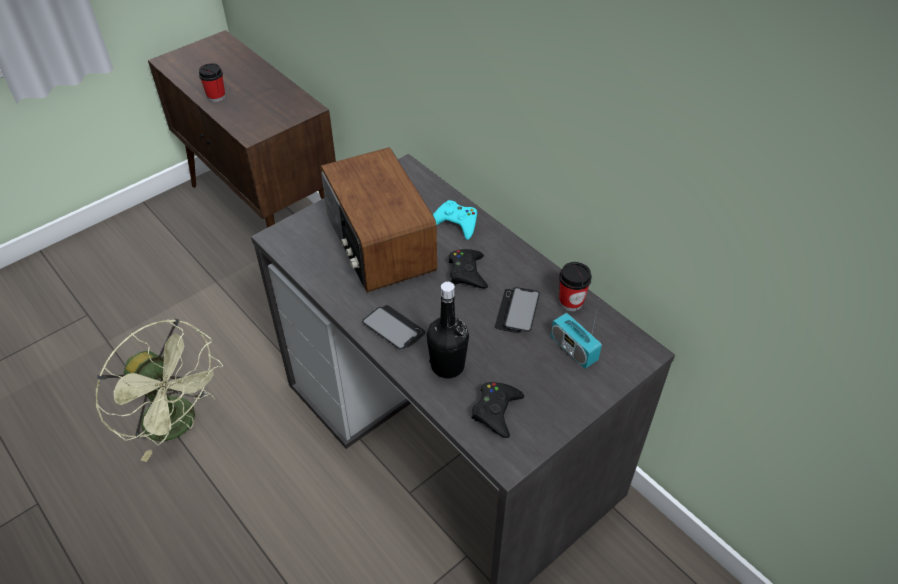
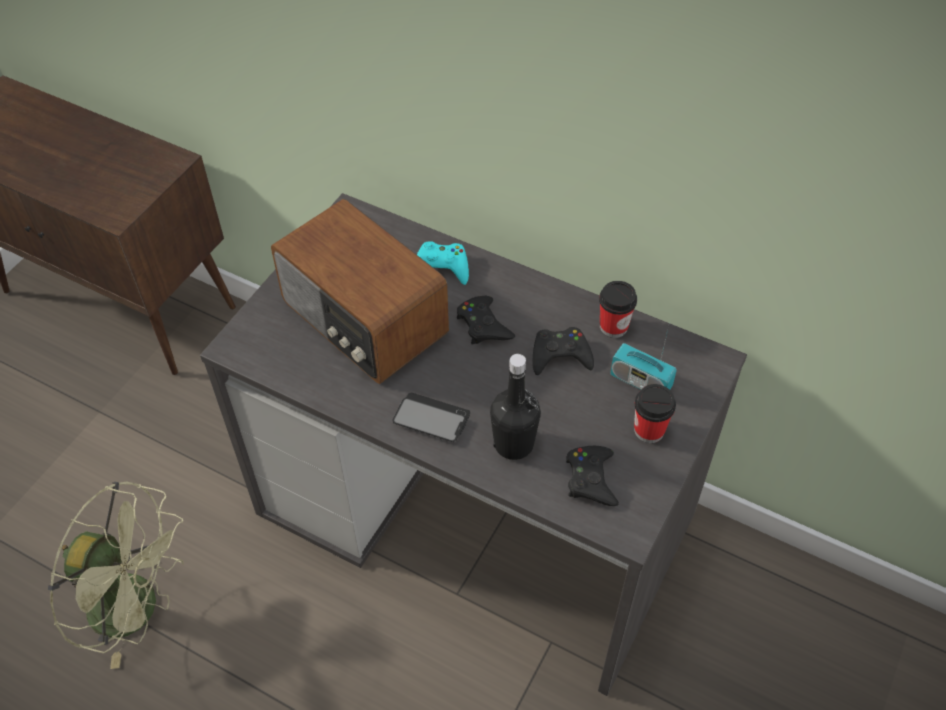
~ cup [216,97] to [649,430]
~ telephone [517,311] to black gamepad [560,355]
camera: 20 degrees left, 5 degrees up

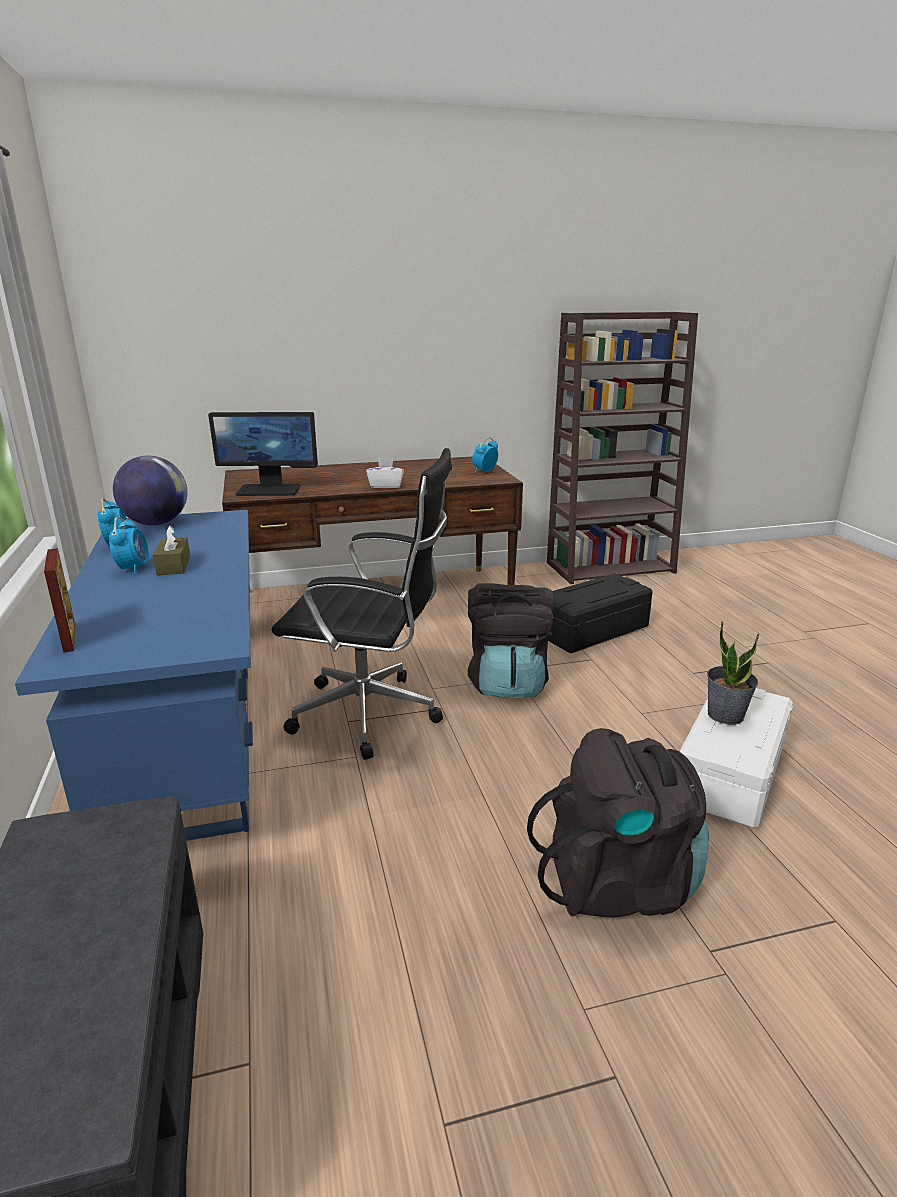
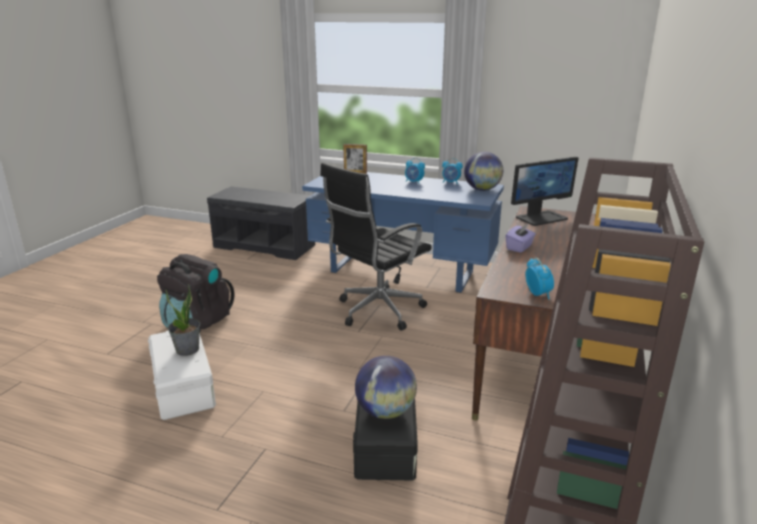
~ monitor [269,490] = [541,218] 150 degrees counterclockwise
~ white tissue box [386,486] to purple tissue box [519,247]
- brown tissue box [173,565]
- black backpack [508,682]
+ world globe [385,412]
camera: 125 degrees right, 0 degrees up

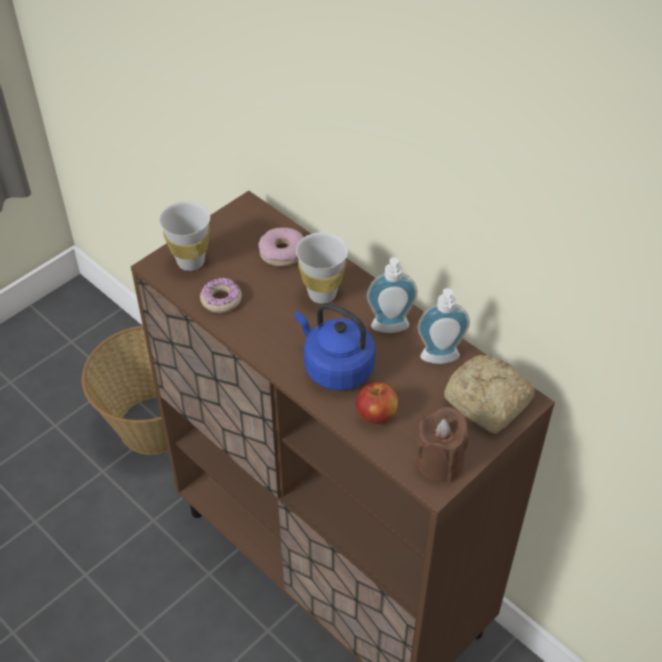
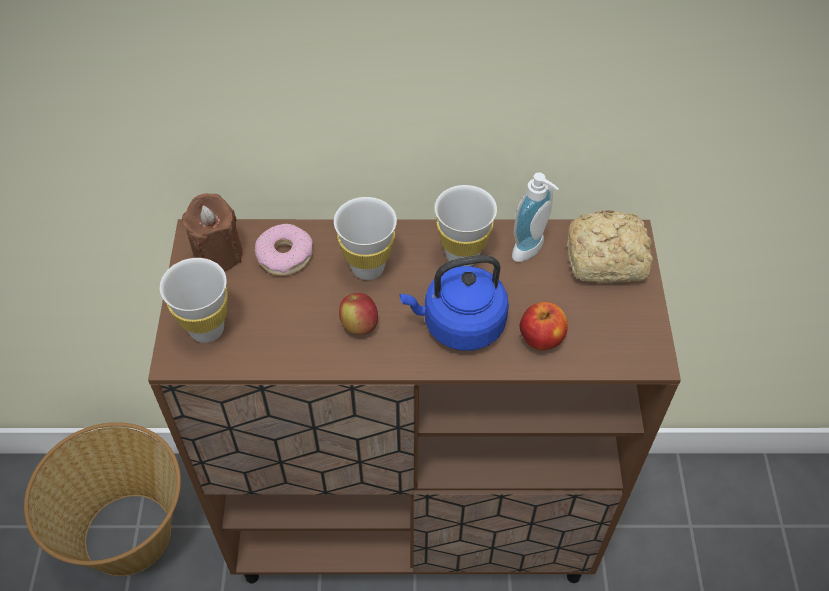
~ soap bottle [390,329] to white cup [462,255]
- donut [221,300]
~ brown candle [439,462] to [218,254]
+ apple [359,325]
camera: 45 degrees left, 5 degrees up

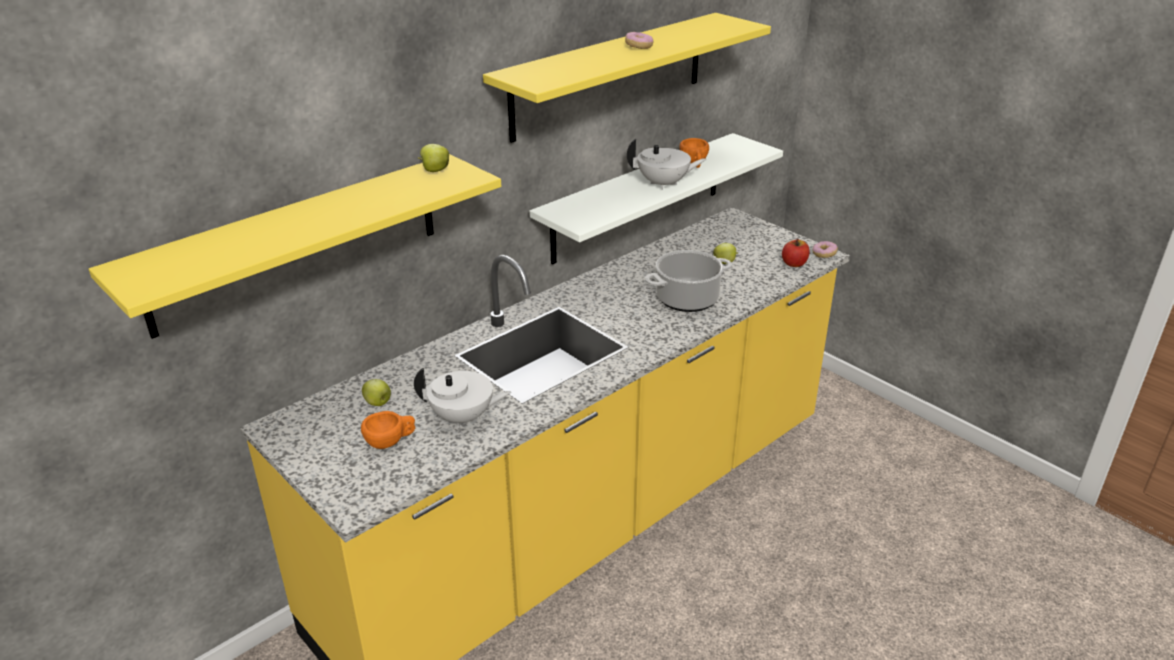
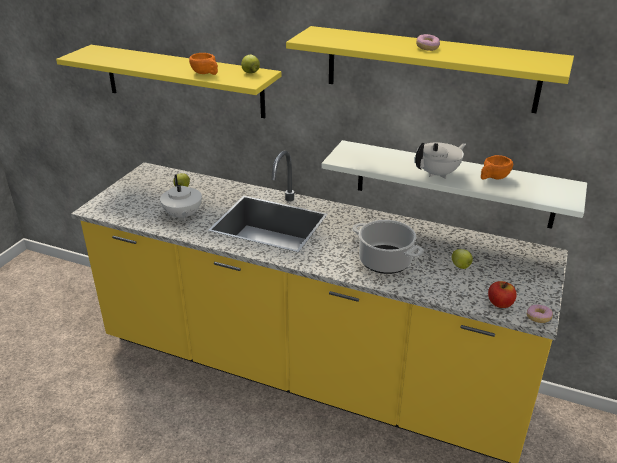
~ white pot for tea [664,184] = [438,174] 105 degrees counterclockwise
~ orange-coloured cup [390,441] to [206,74]
camera: 65 degrees right, 0 degrees up

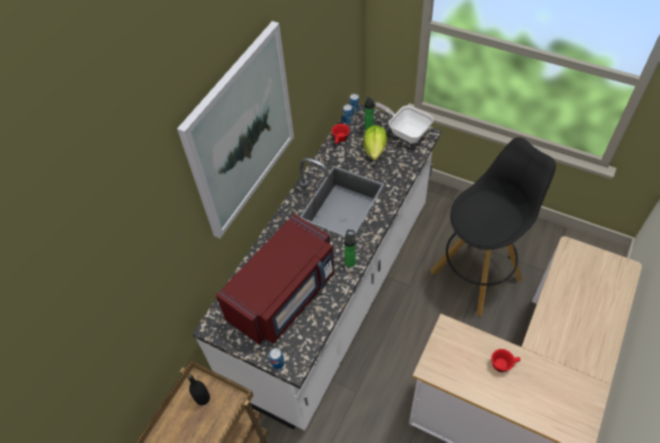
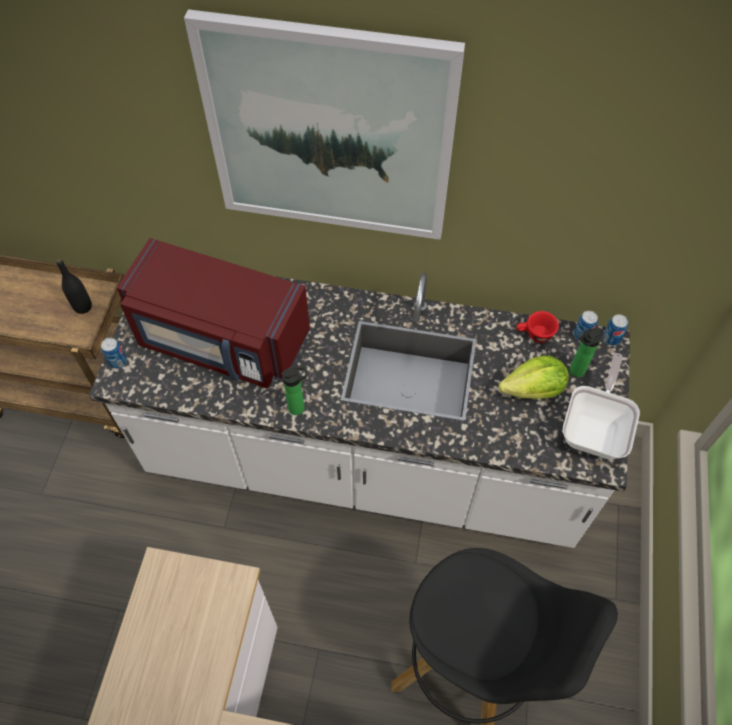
- reddish cup [503,364]
camera: 70 degrees right, 5 degrees up

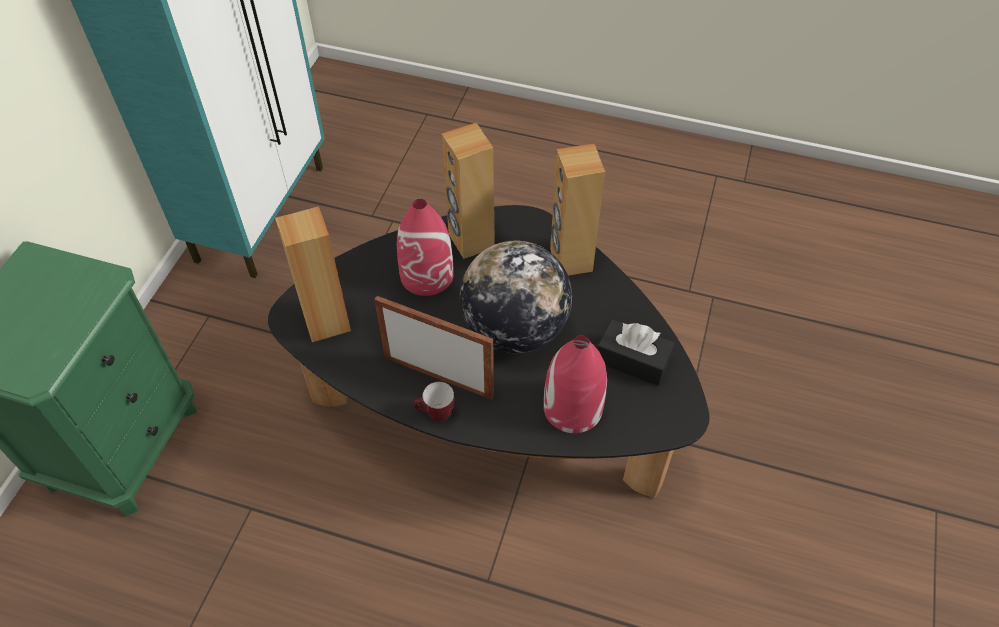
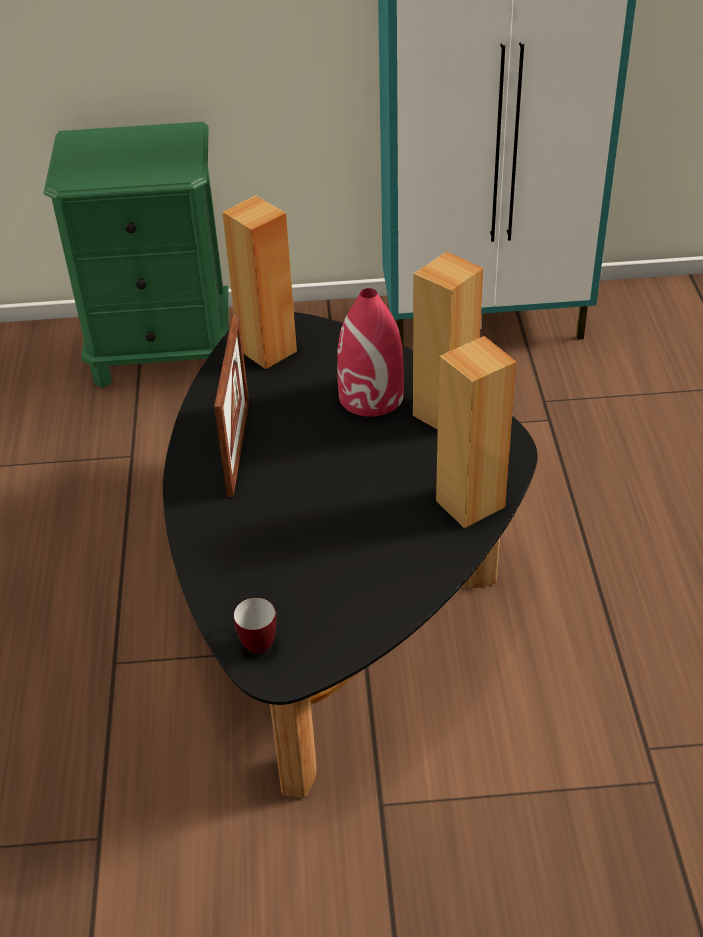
- world globe [514,330]
- black tissue box [632,360]
- reddish flower vase [572,408]
~ coffee mug [435,415] to [256,642]
camera: 70 degrees right, 10 degrees down

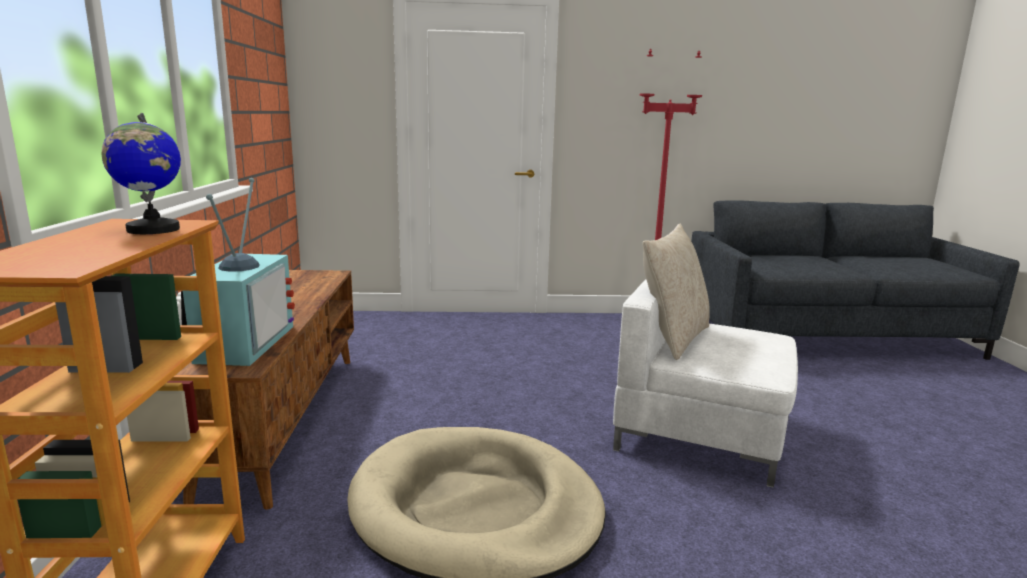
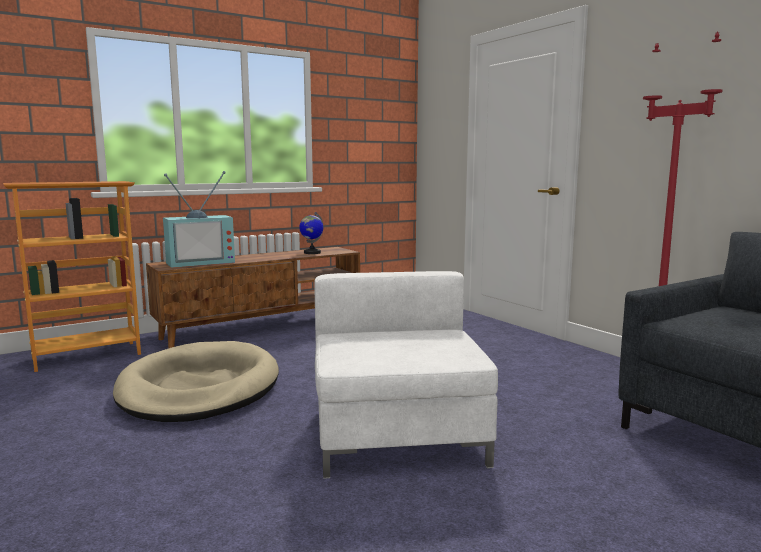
~ world globe [152,230] to [312,253]
- sand-coloured pillow [673,339]
camera: 60 degrees right, 5 degrees down

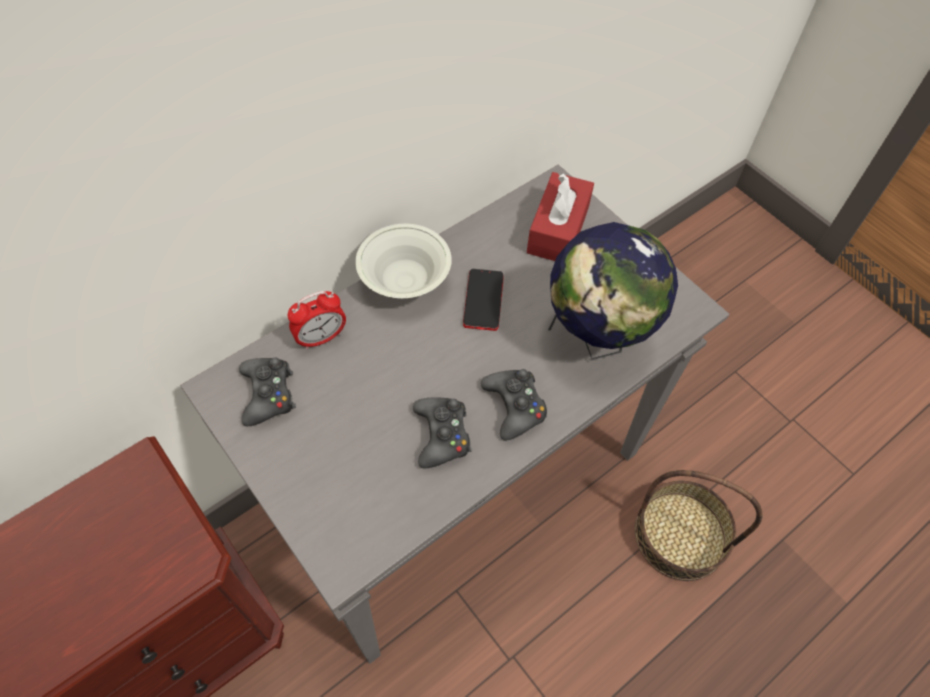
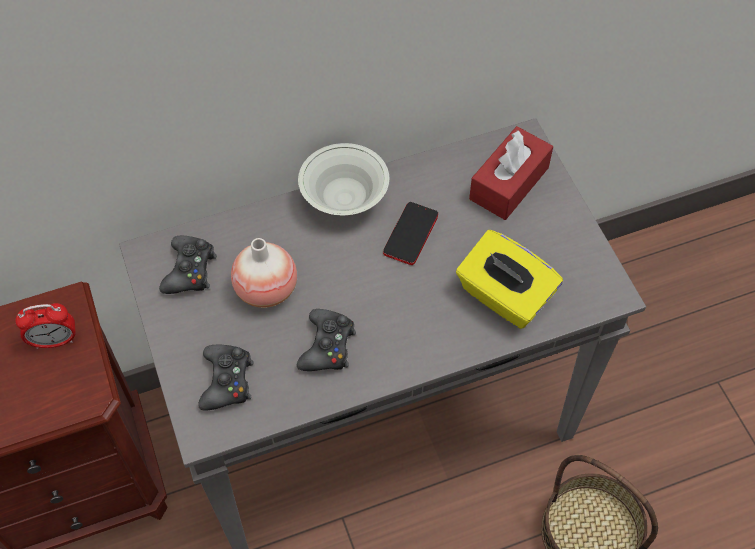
~ world globe [596,338] to yellow tissue box [504,296]
~ alarm clock [321,338] to [55,341]
~ black gamepad [514,406] to [227,381]
+ flower vase [266,289]
camera: 20 degrees right, 0 degrees up

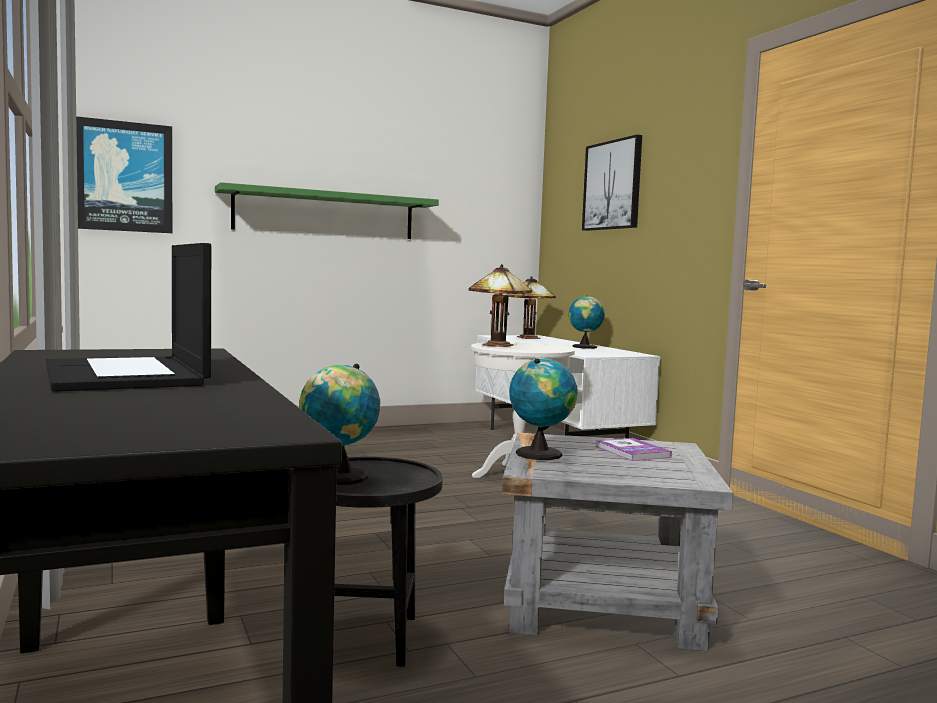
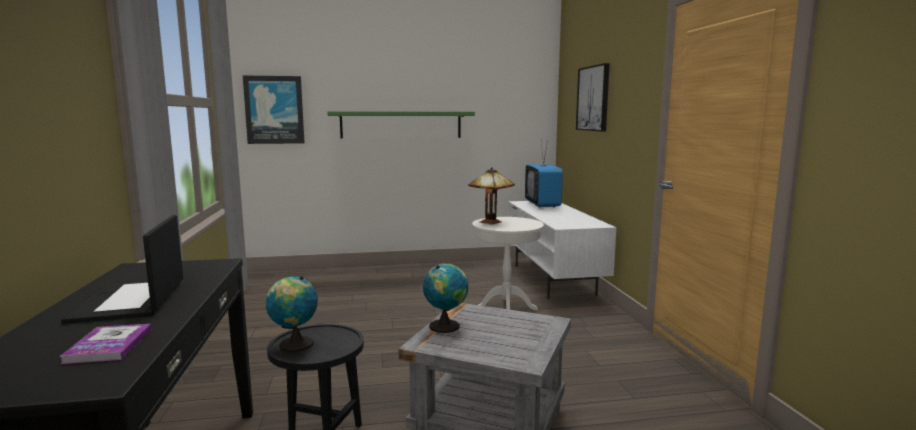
~ tabletop lamp [530,338] to TV [542,204]
- world globe [585,347]
~ volume [632,452] to [109,345]
camera: 15 degrees right, 5 degrees up

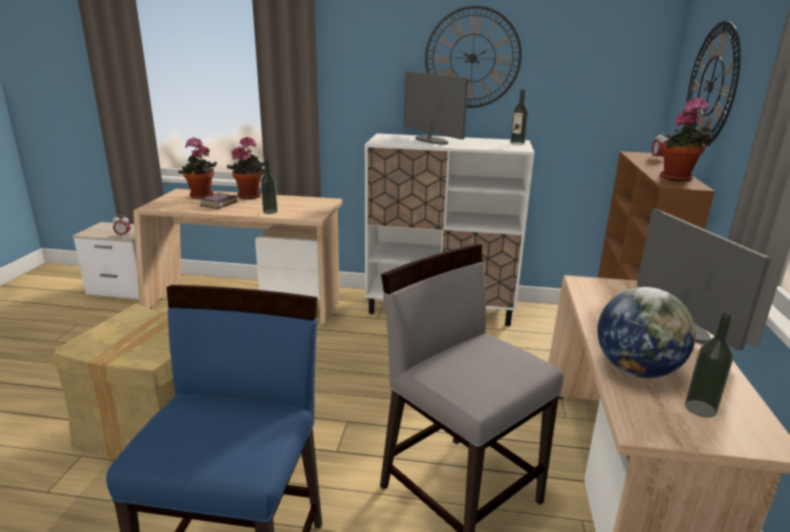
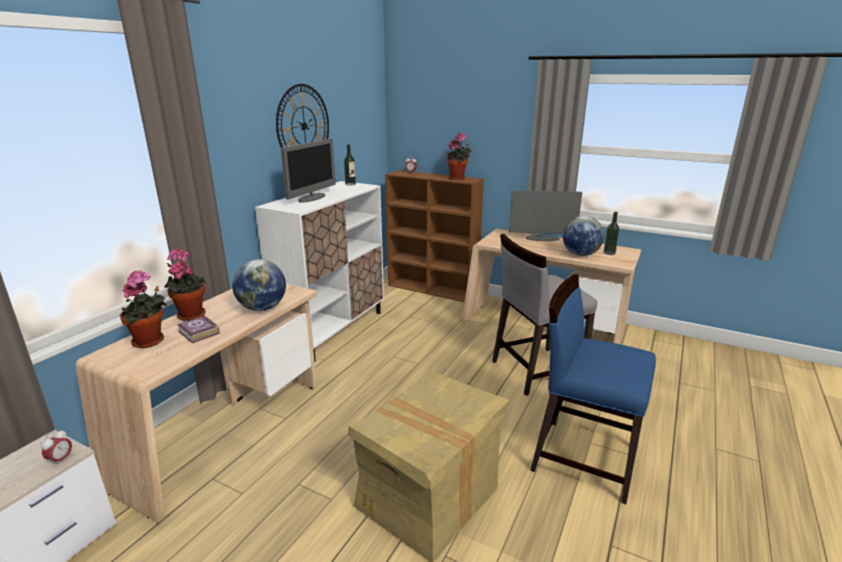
- clock on the wall [711,86]
~ monitor [431,140] = [312,198] 135 degrees clockwise
~ beverage bottle [270,211] to world globe [262,308]
camera: 70 degrees left, 0 degrees up

